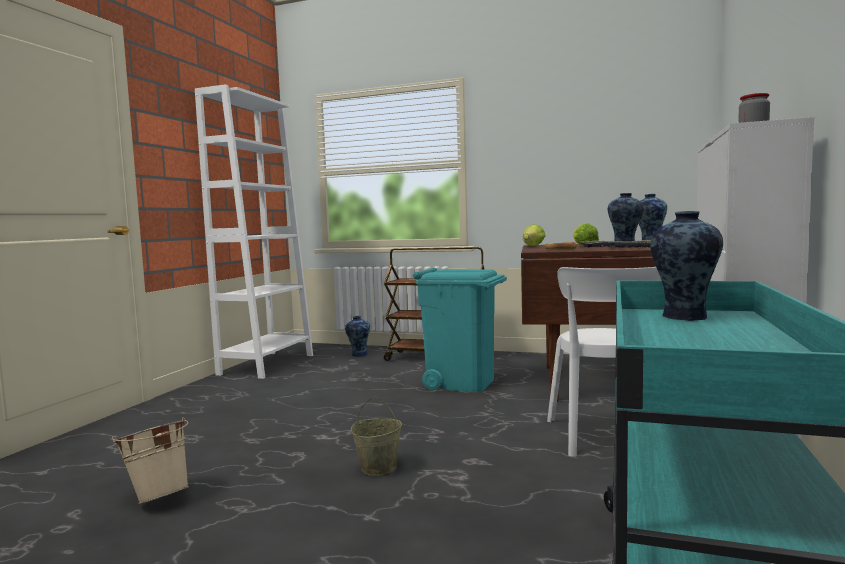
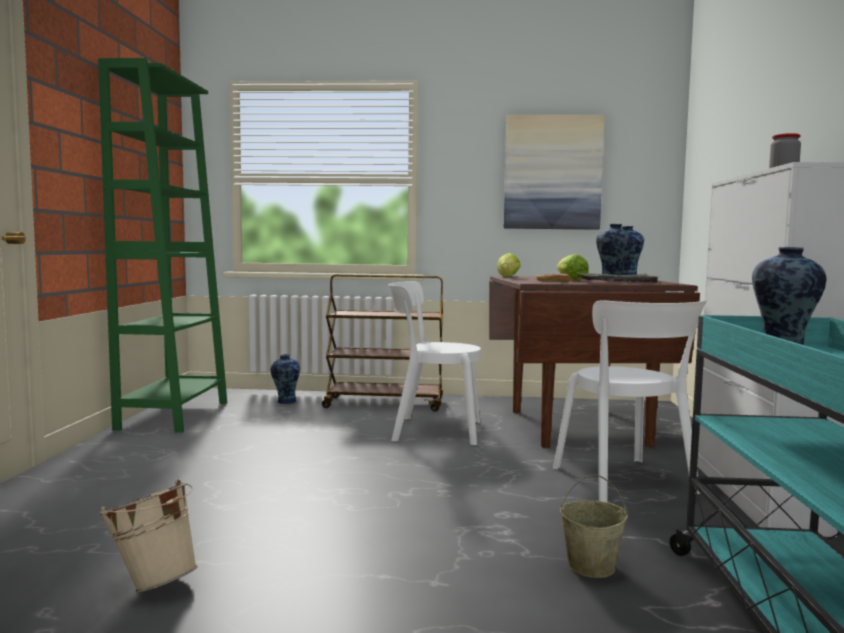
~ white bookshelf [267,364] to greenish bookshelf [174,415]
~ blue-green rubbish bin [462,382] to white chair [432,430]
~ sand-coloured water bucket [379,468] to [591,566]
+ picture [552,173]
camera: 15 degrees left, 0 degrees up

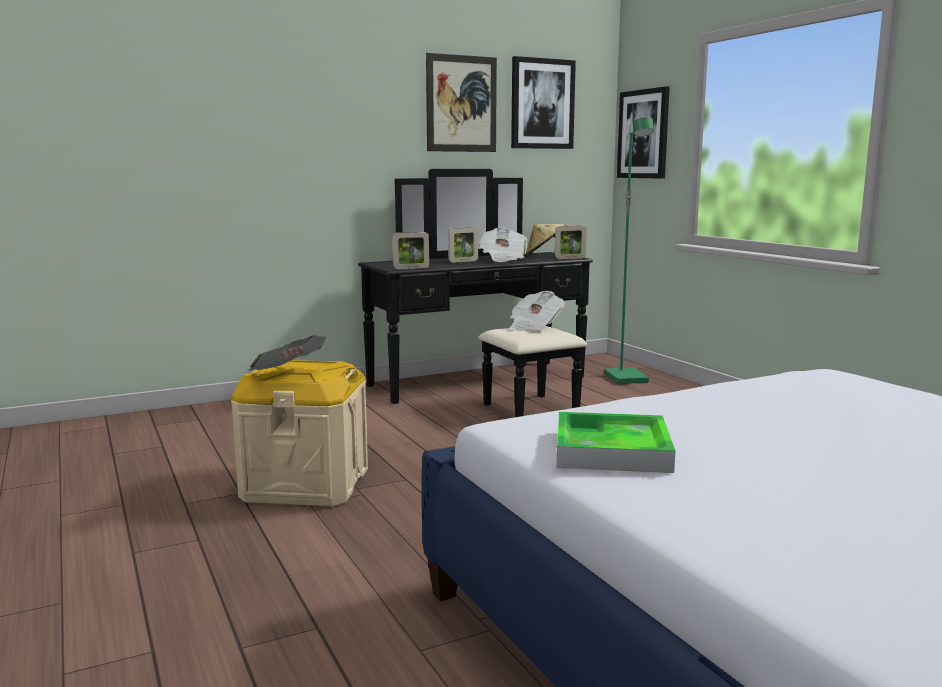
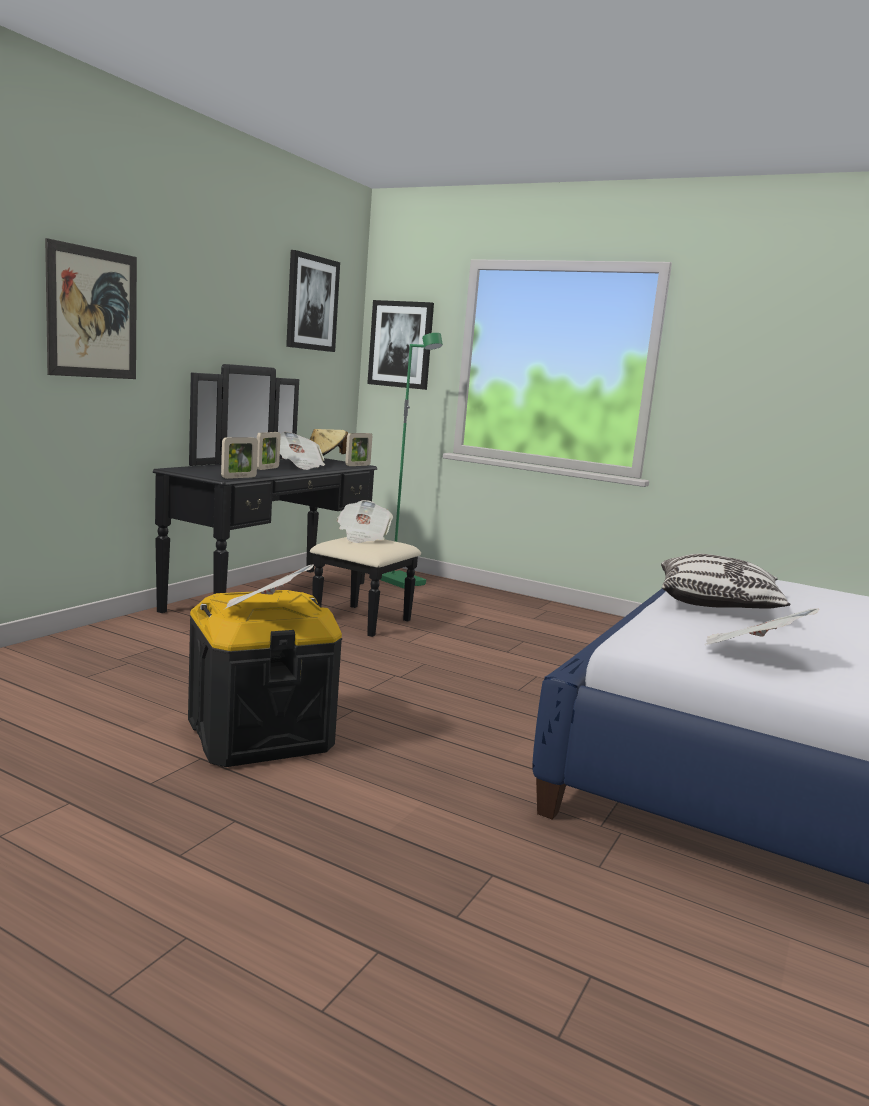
~ picture [461,104] to [92,313]
~ sand-coloured storage box [305,484] to black storage box [259,734]
~ carrying tray [612,450] to printed paper [750,654]
+ pillow [717,604]
camera: 35 degrees left, 0 degrees up

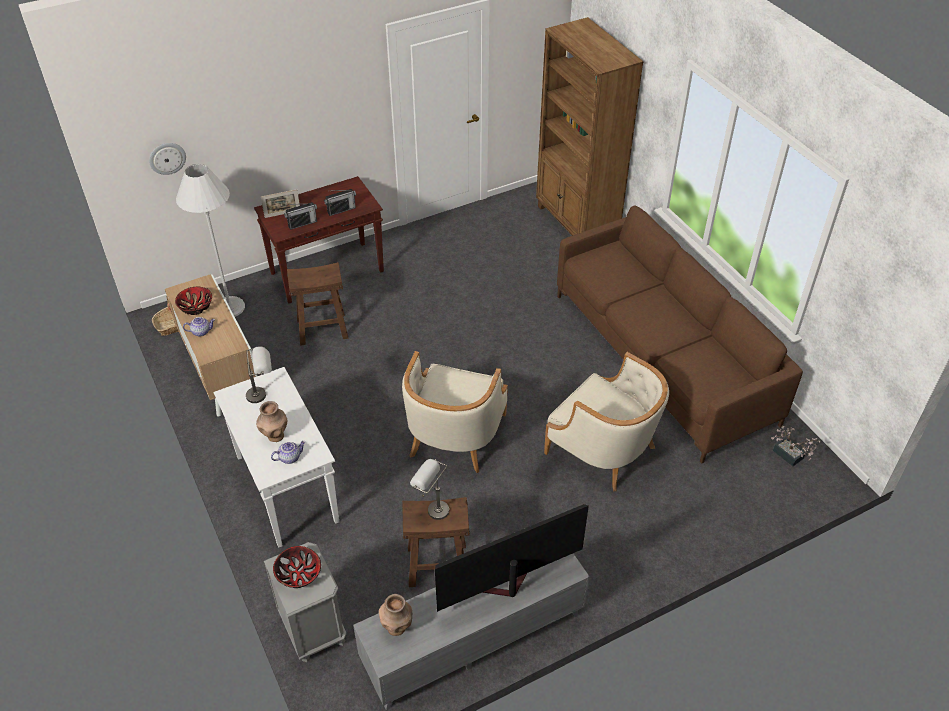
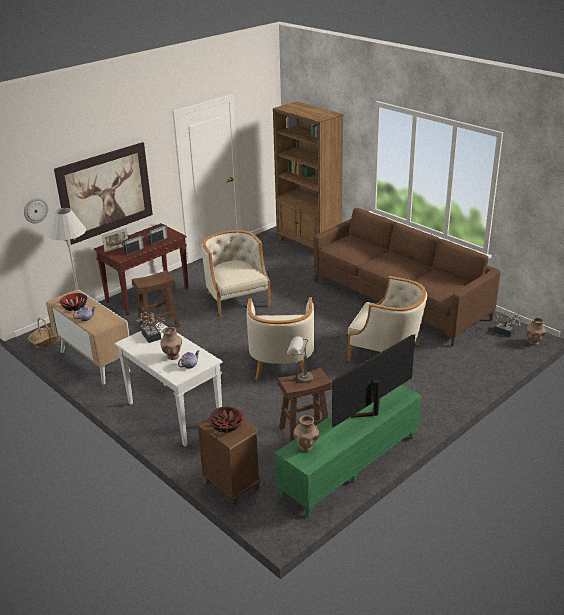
~ greyish tabletop lamp [263,394] to plant in a pot [152,337]
~ greyish bedside table [312,628] to brown bedside table [232,485]
~ greyish tv stand [473,639] to greenish tv stand [350,465]
+ picture [105,192]
+ sand-coloured easy chair [236,299]
+ brown flower vase [533,342]
camera: 15 degrees left, 15 degrees down

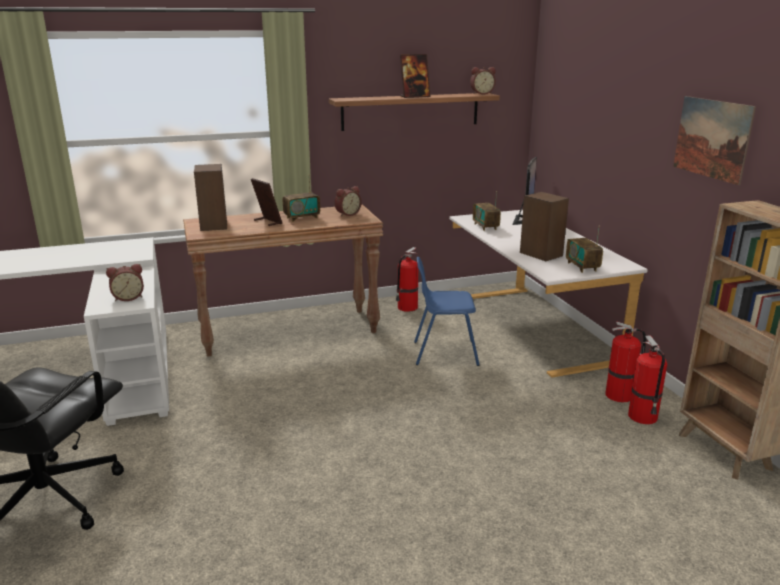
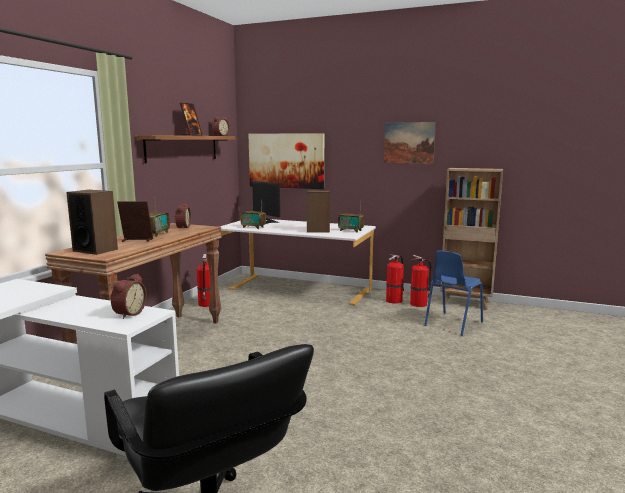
~ blue chair [444,353] to [452,324]
+ picture [286,160]
camera: 50 degrees left, 10 degrees down

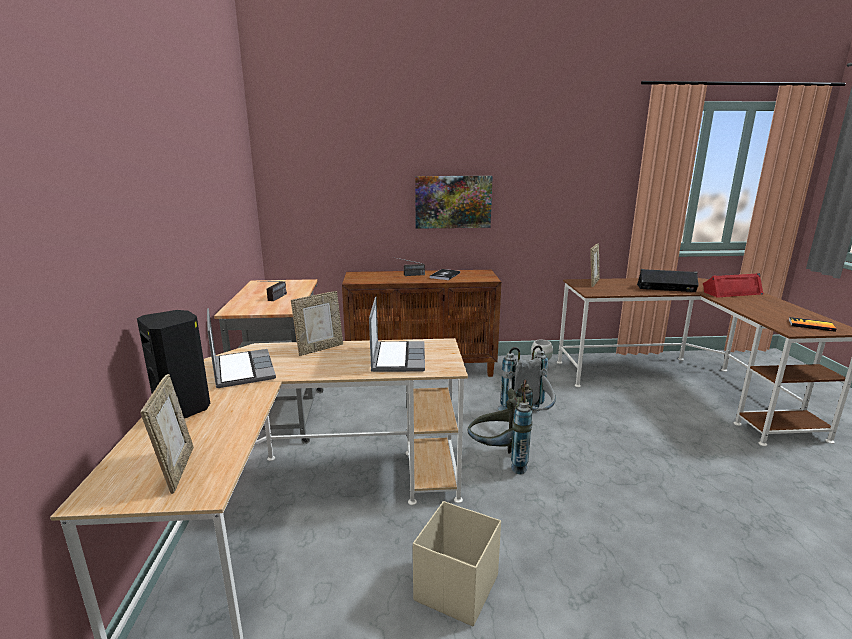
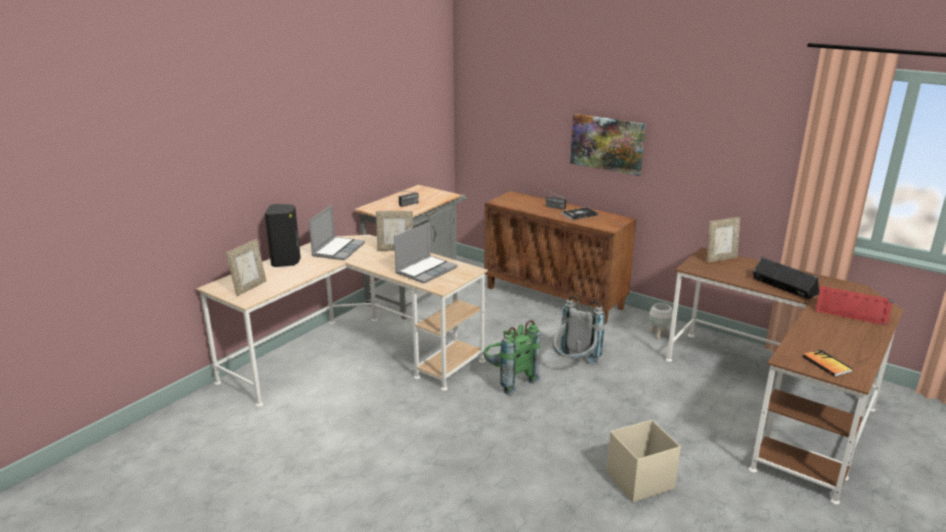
~ greyish backpack [499,459] to greenish backpack [508,380]
~ sand-coloured storage box [455,589] to [639,481]
camera: 40 degrees right, 5 degrees up

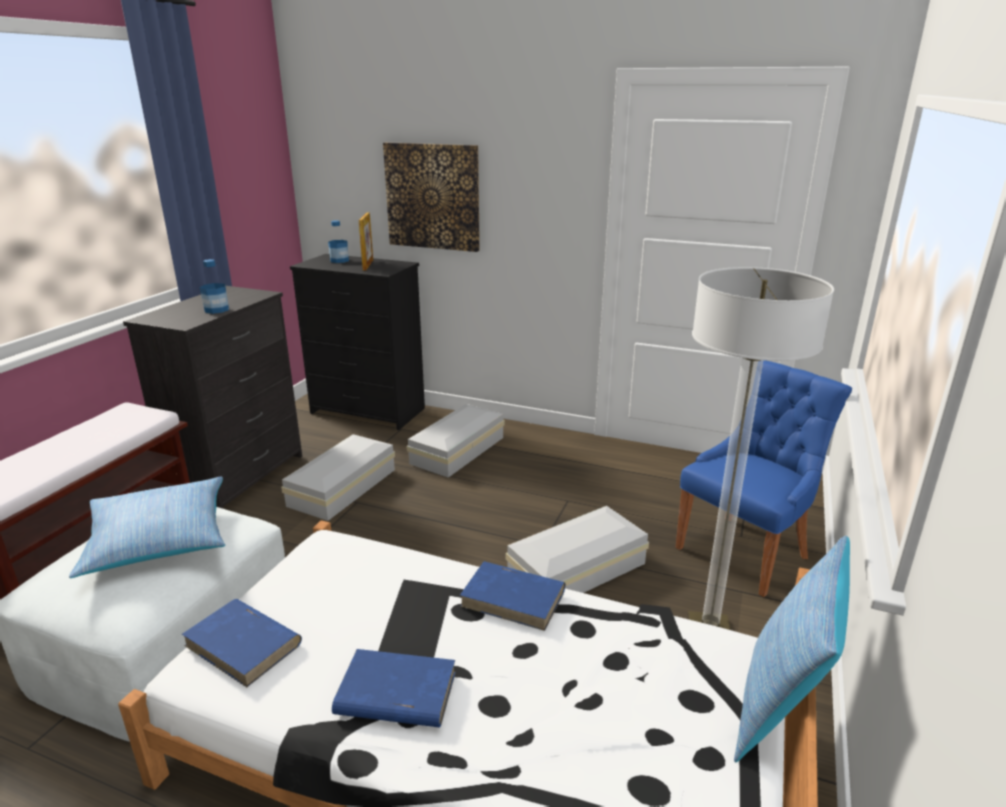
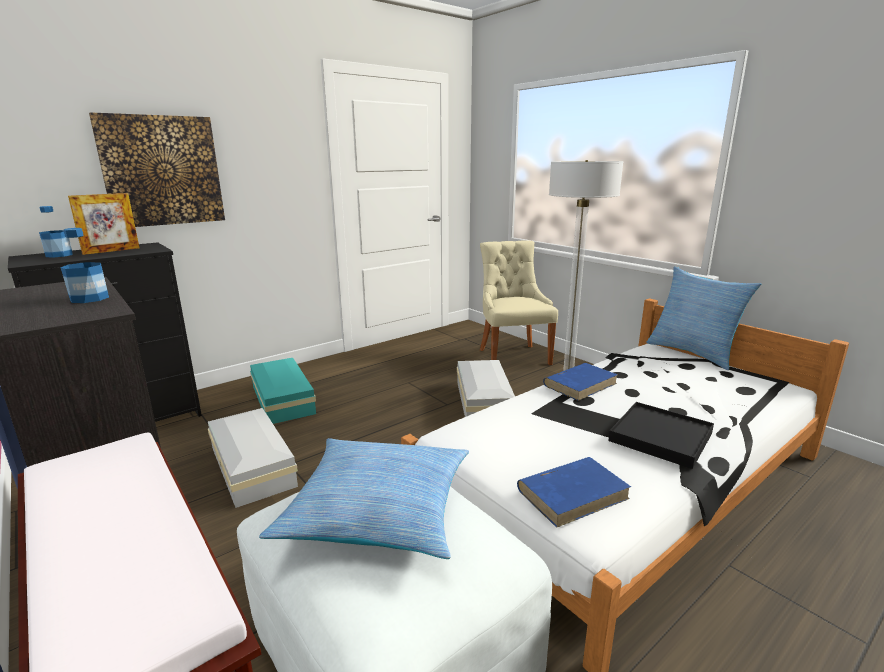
~ photo frame [368,265] = [111,251] 105 degrees clockwise
~ blue chair [745,551] to sand-coloured chair [512,356]
~ white storage box [456,450] to blue-green storage box [282,400]
~ blue volume [395,693] to black carrying tray [660,437]
camera: 60 degrees left, 5 degrees down

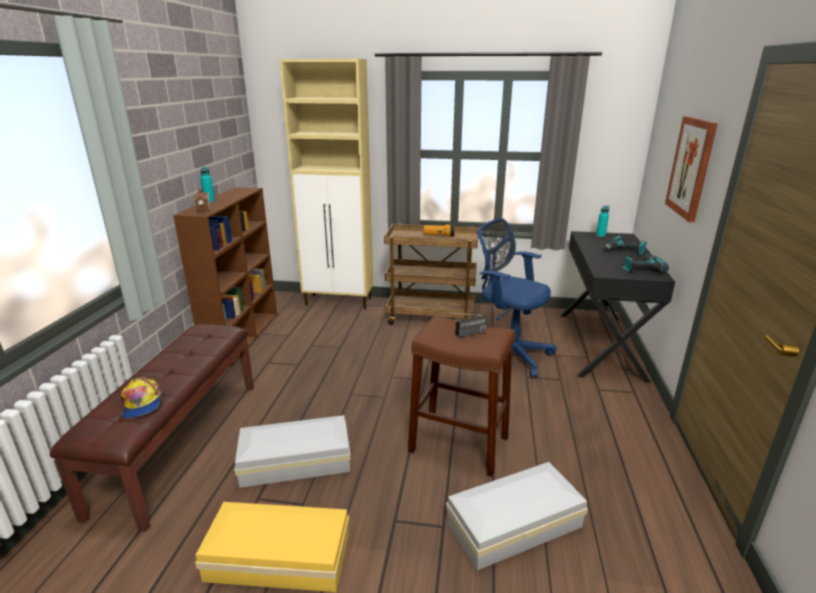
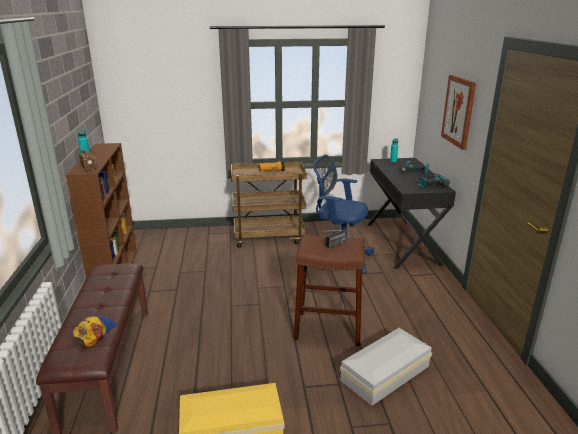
- sand-coloured storage cabinet [339,302]
~ baseball cap [141,403] = [95,332] 120 degrees counterclockwise
- white storage box [297,462]
camera: 15 degrees left, 0 degrees up

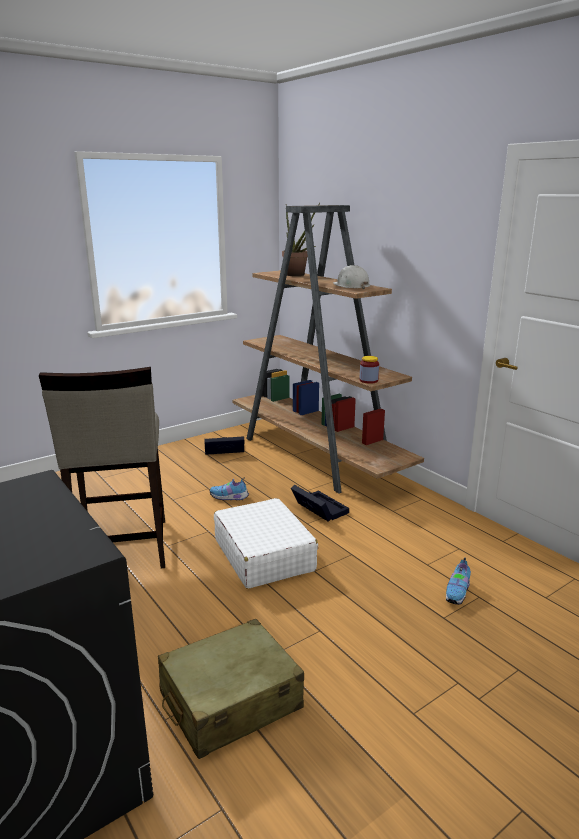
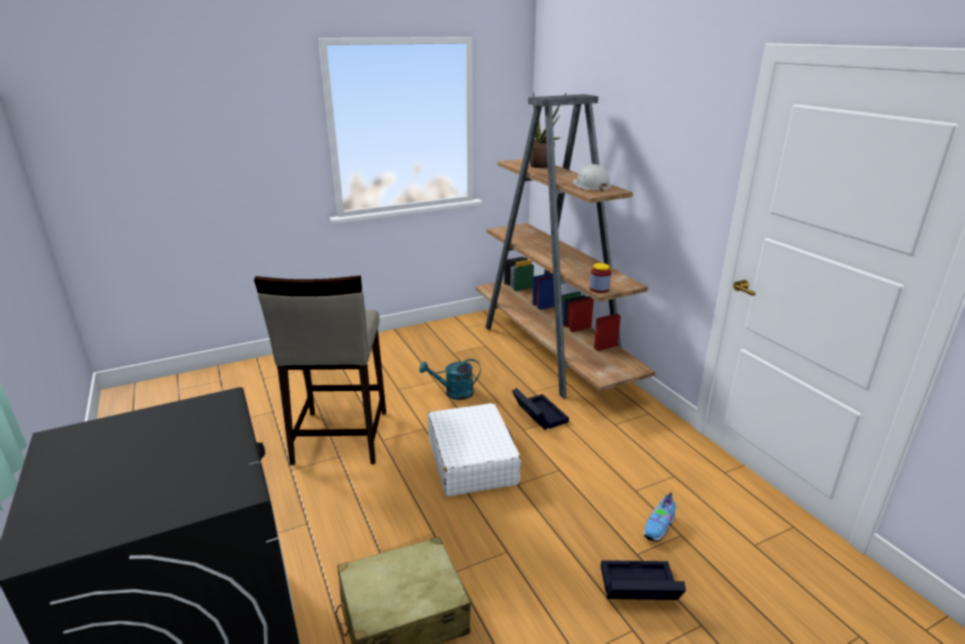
~ black storage box [223,450] to [637,588]
~ shoe [230,498] to blue-green sprinkling can [454,393]
camera: 10 degrees right, 5 degrees up

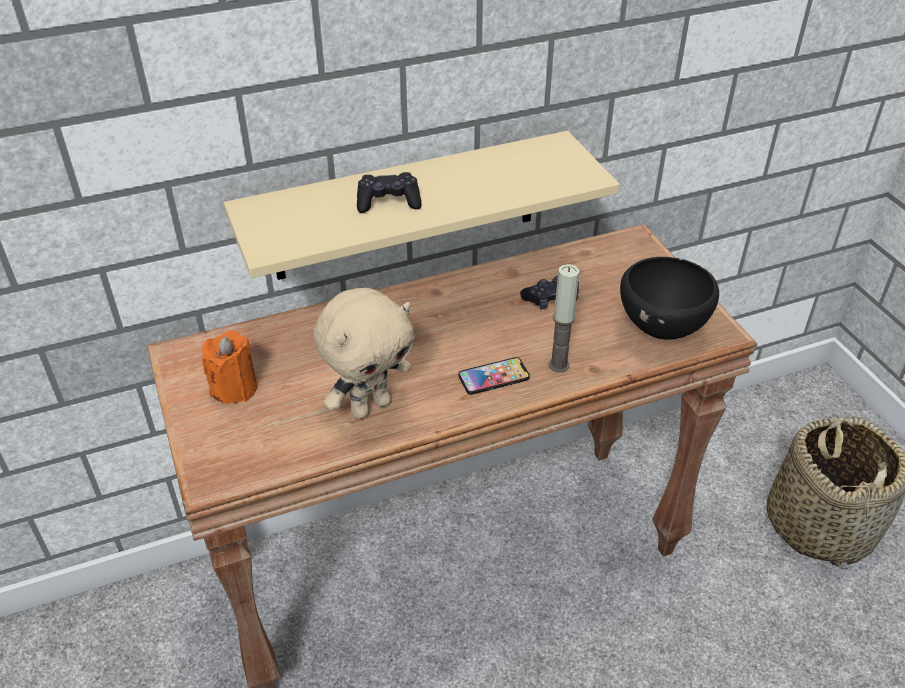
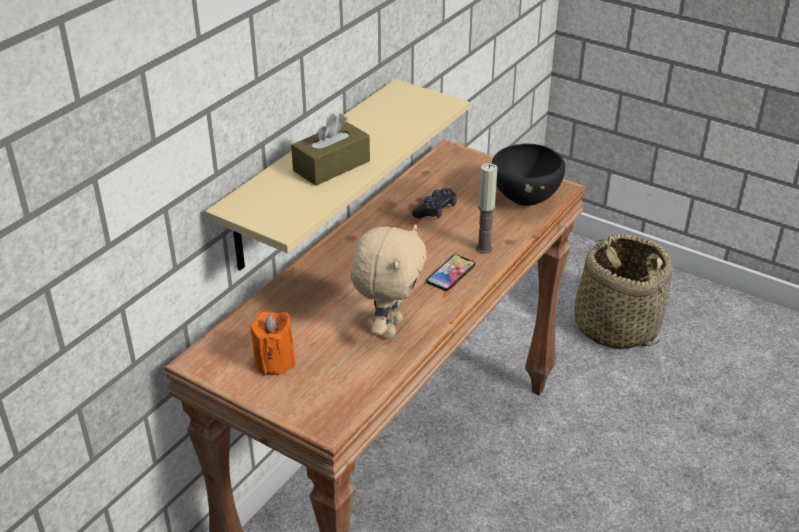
~ black gamepad [388,202] to brown tissue box [331,166]
camera: 35 degrees left, 5 degrees down

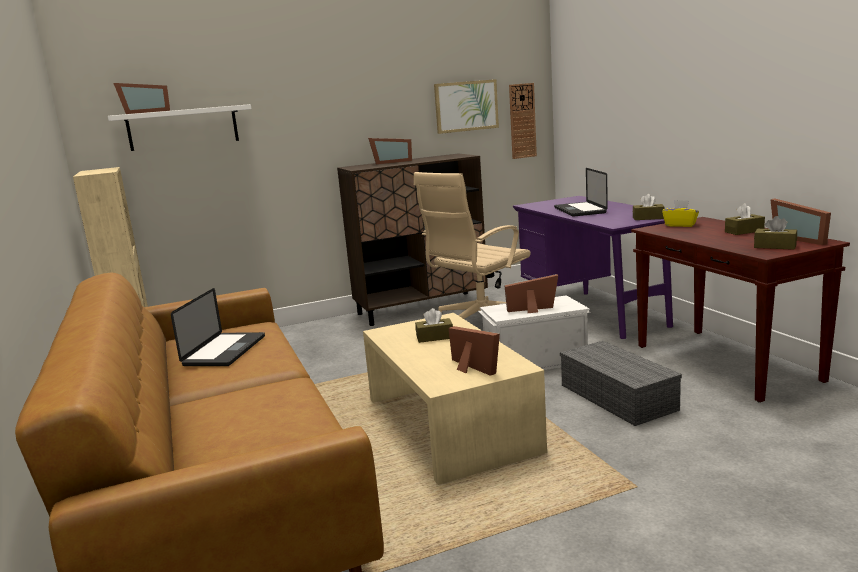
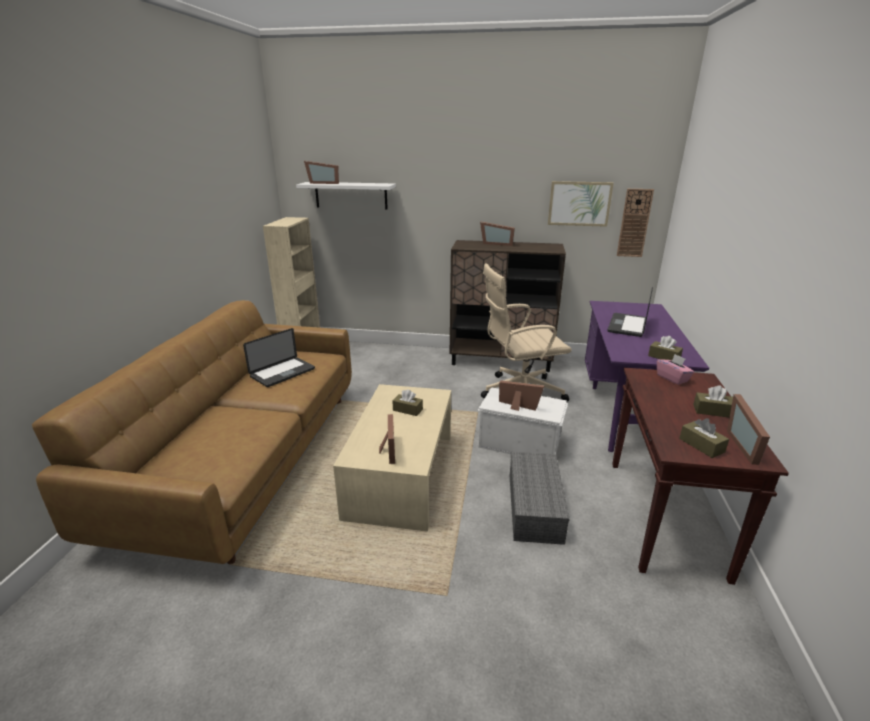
~ yellow tissue box [680,225] to pink tissue box [672,378]
camera: 30 degrees right, 10 degrees up

